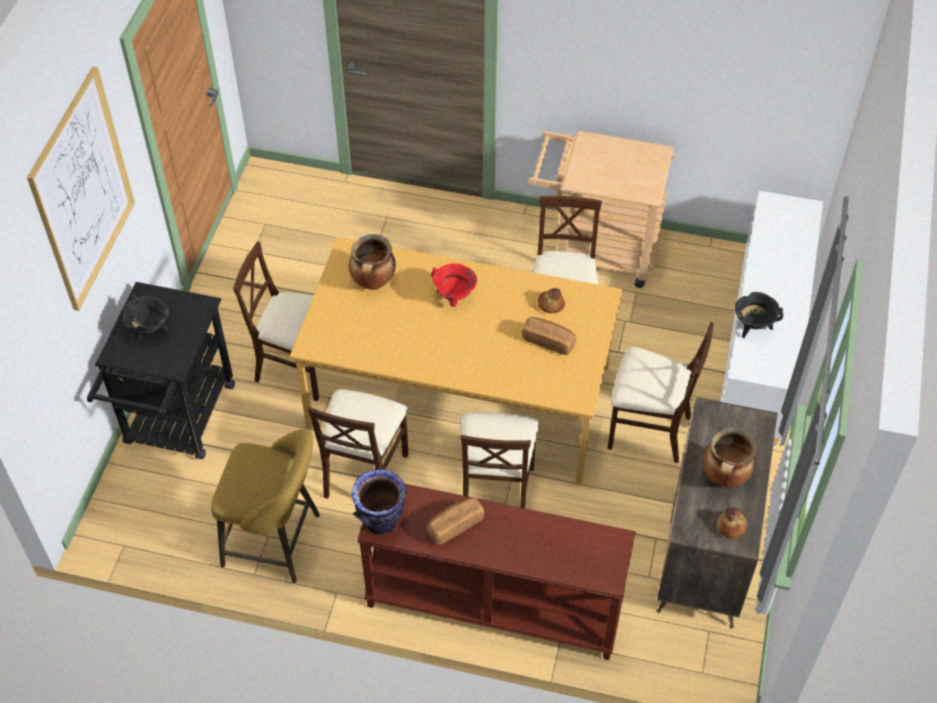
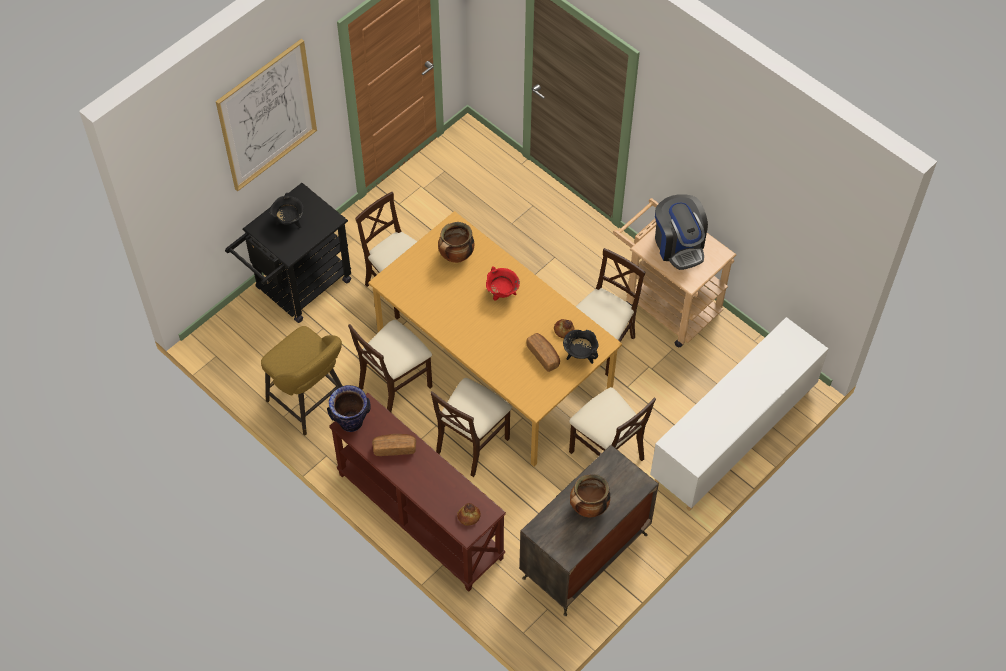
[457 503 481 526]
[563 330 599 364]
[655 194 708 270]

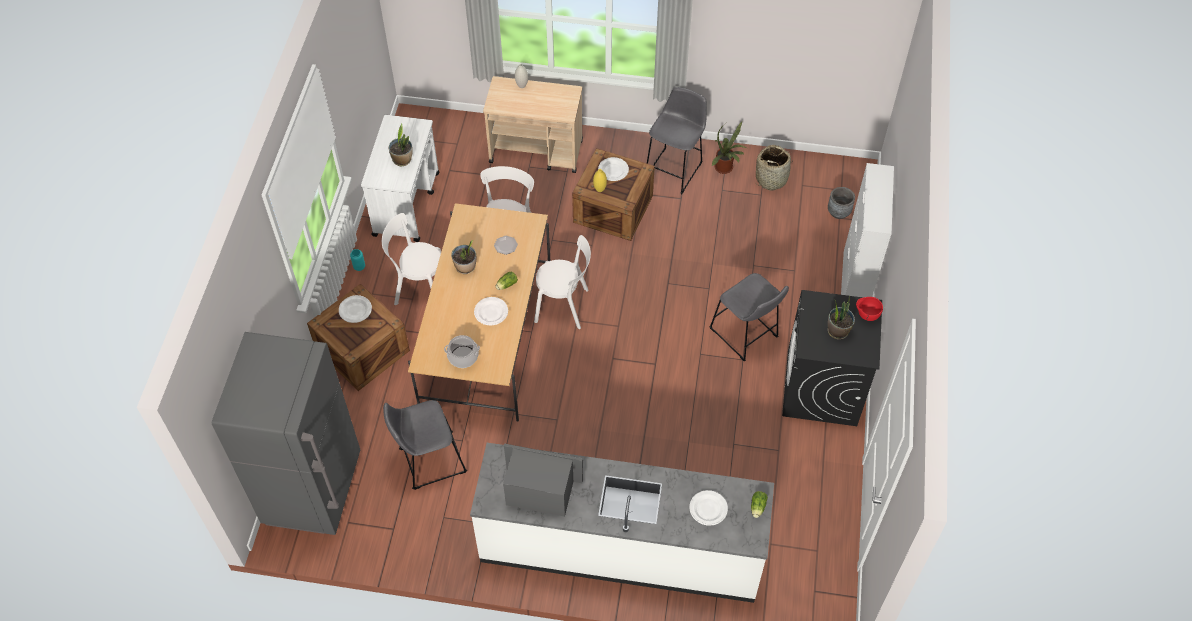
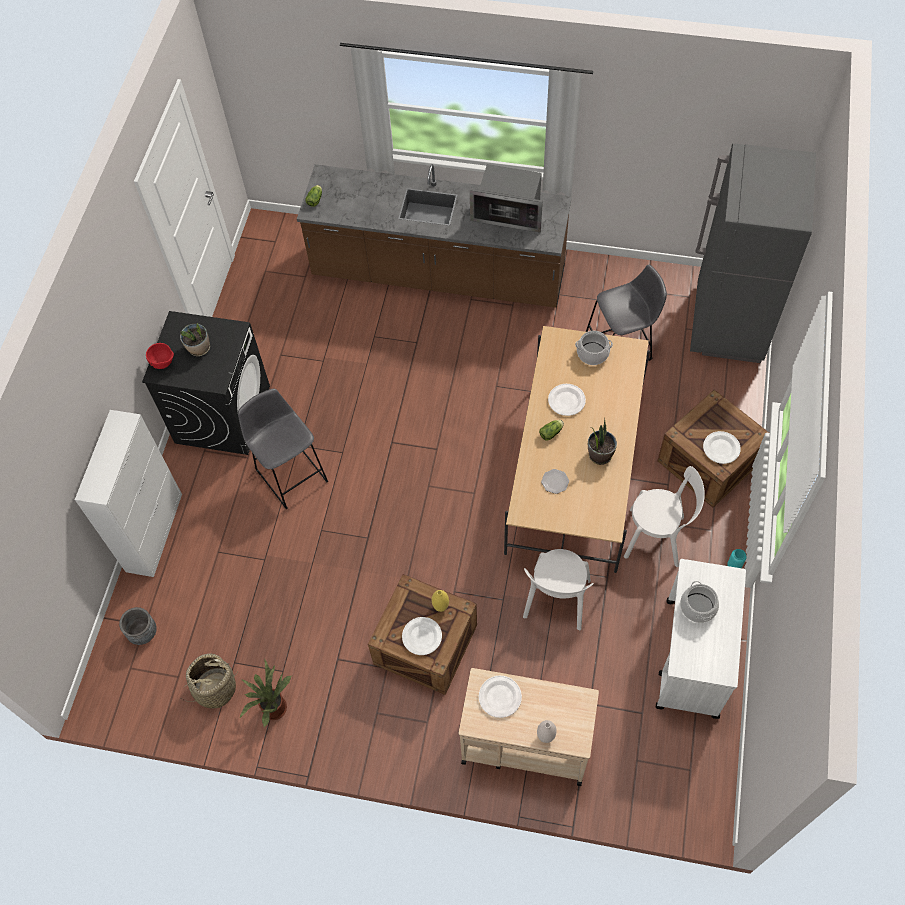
[680 581 719 623]
[297 164 572 308]
[534 235 591 329] (first image)
[647 87 707 194] (first image)
[479 676 522 718]

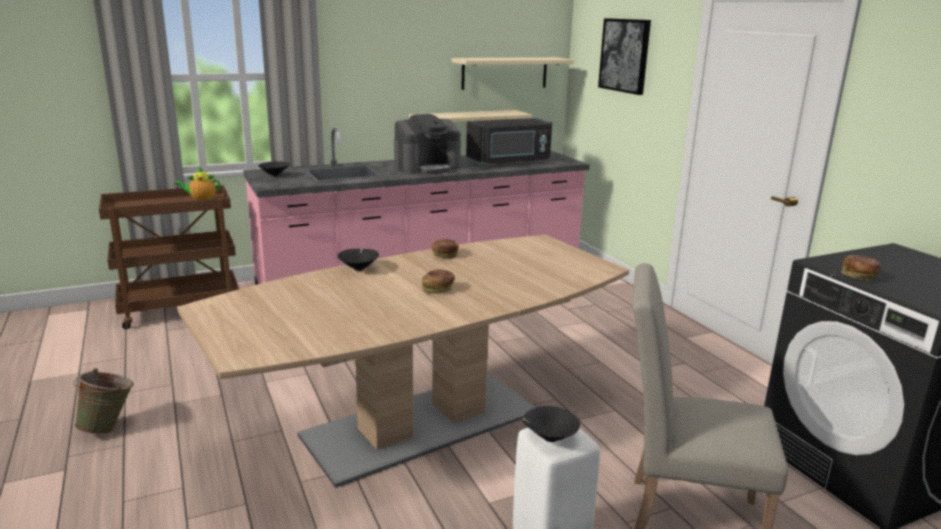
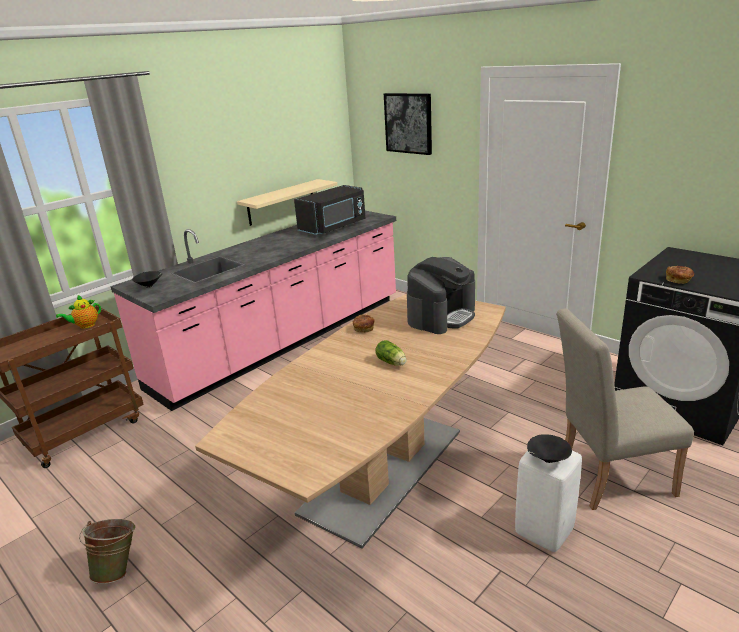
[338 249 379 271] (first image)
[407 257 475 334]
[375 340 406 366]
[451 57 574 90] (first image)

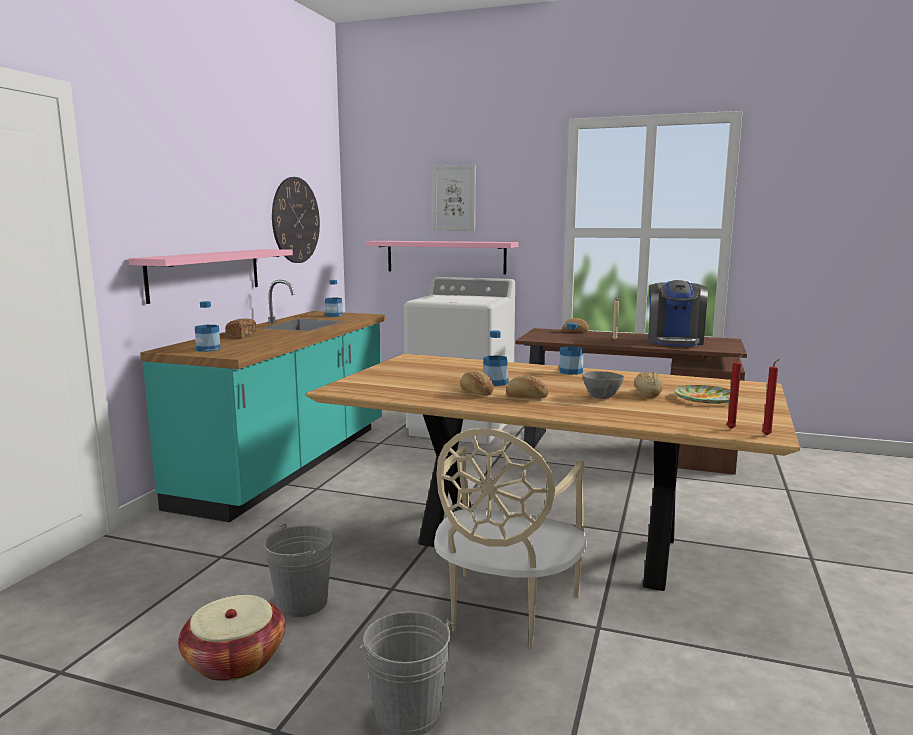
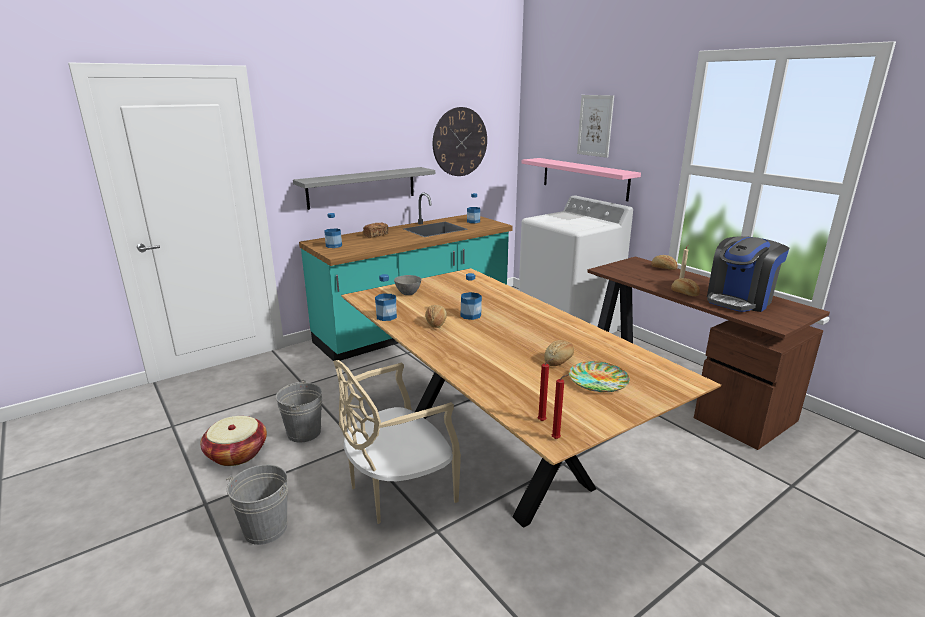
[293 167 435 210]
[671 278 700 296]
[375 274 397 321]
[394 275 422 295]

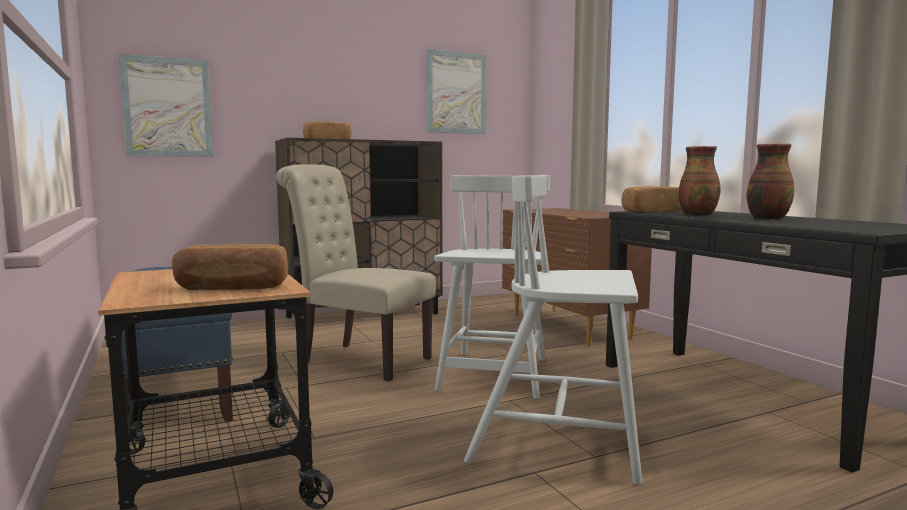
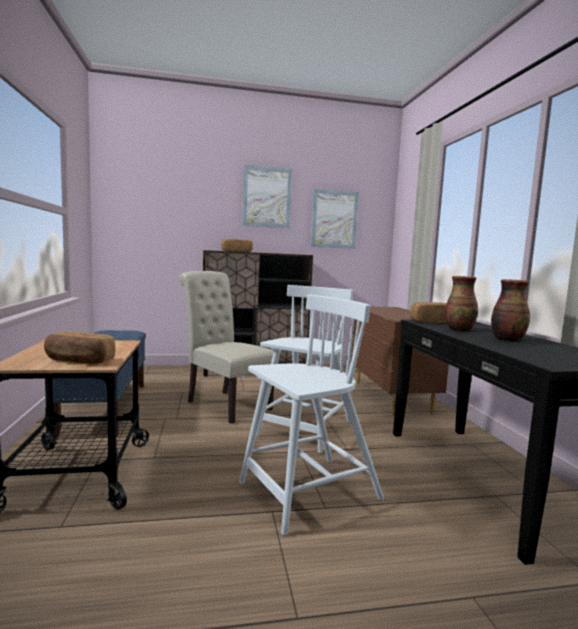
[242 165 292 228]
[239 294 384 536]

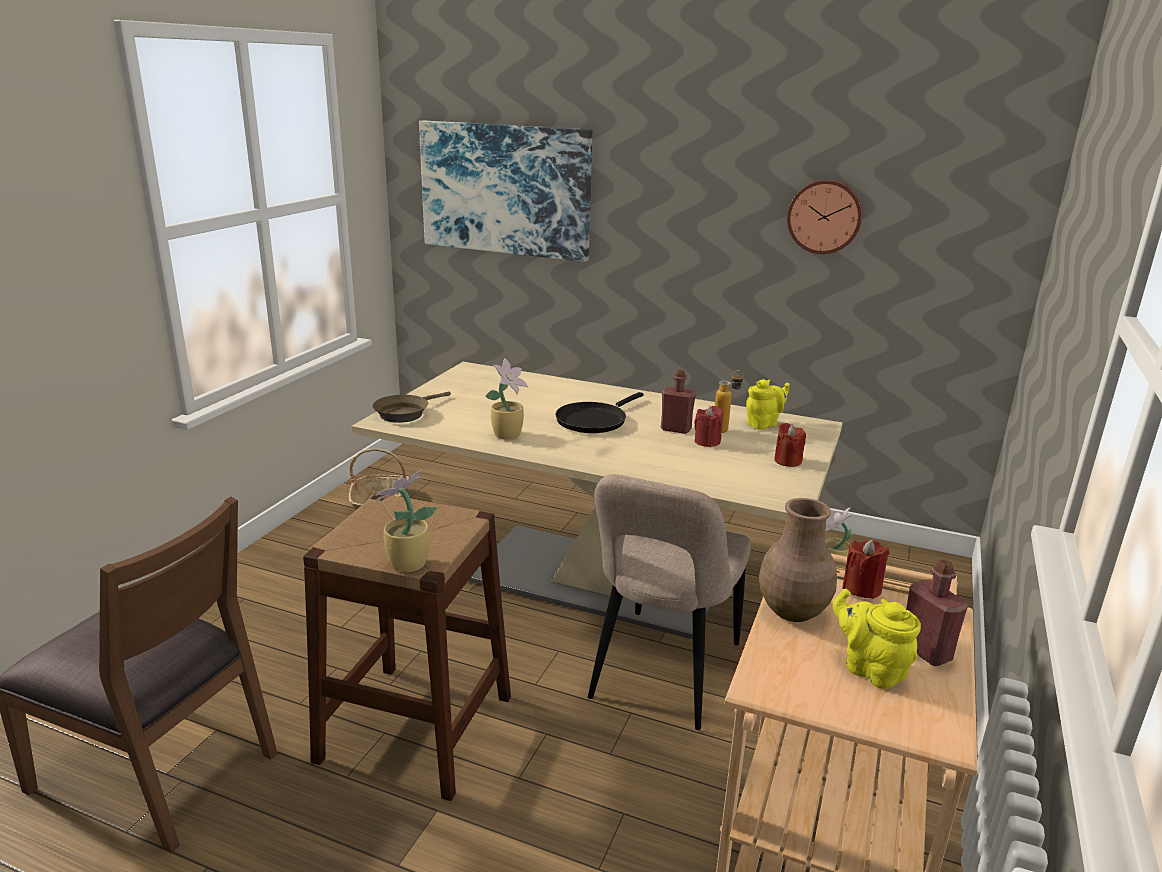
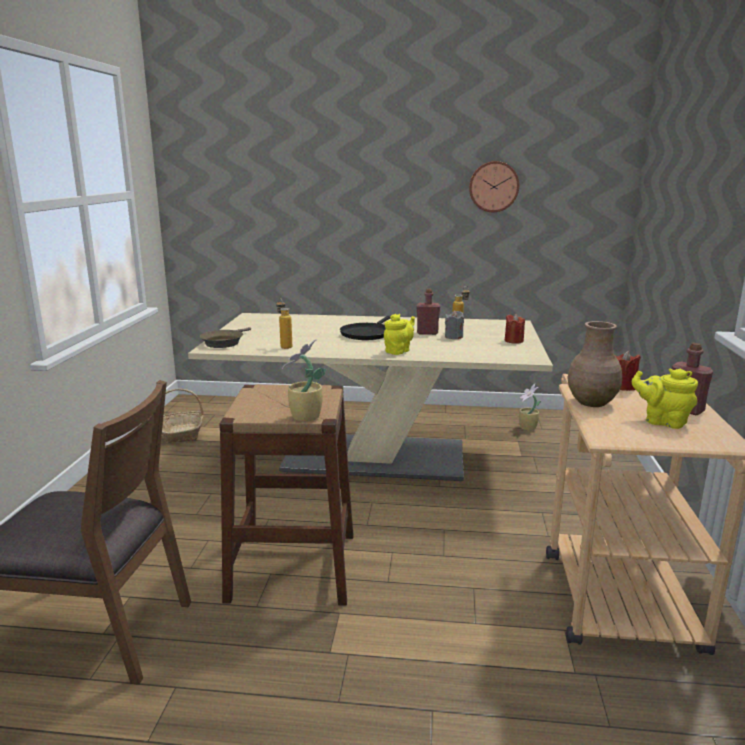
[419 120 592 262] (first image)
[485 358 528 440] (first image)
[588 474 751 730] (first image)
[445 310 464 339]
[384 314 415 355]
[276 298 292 349]

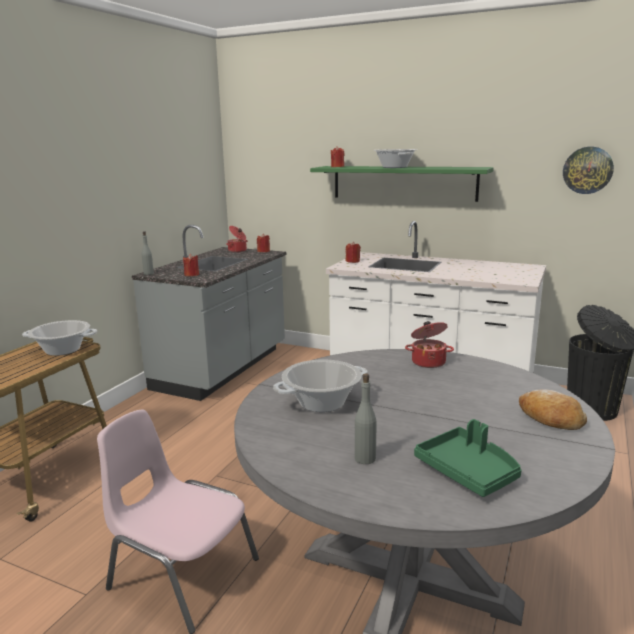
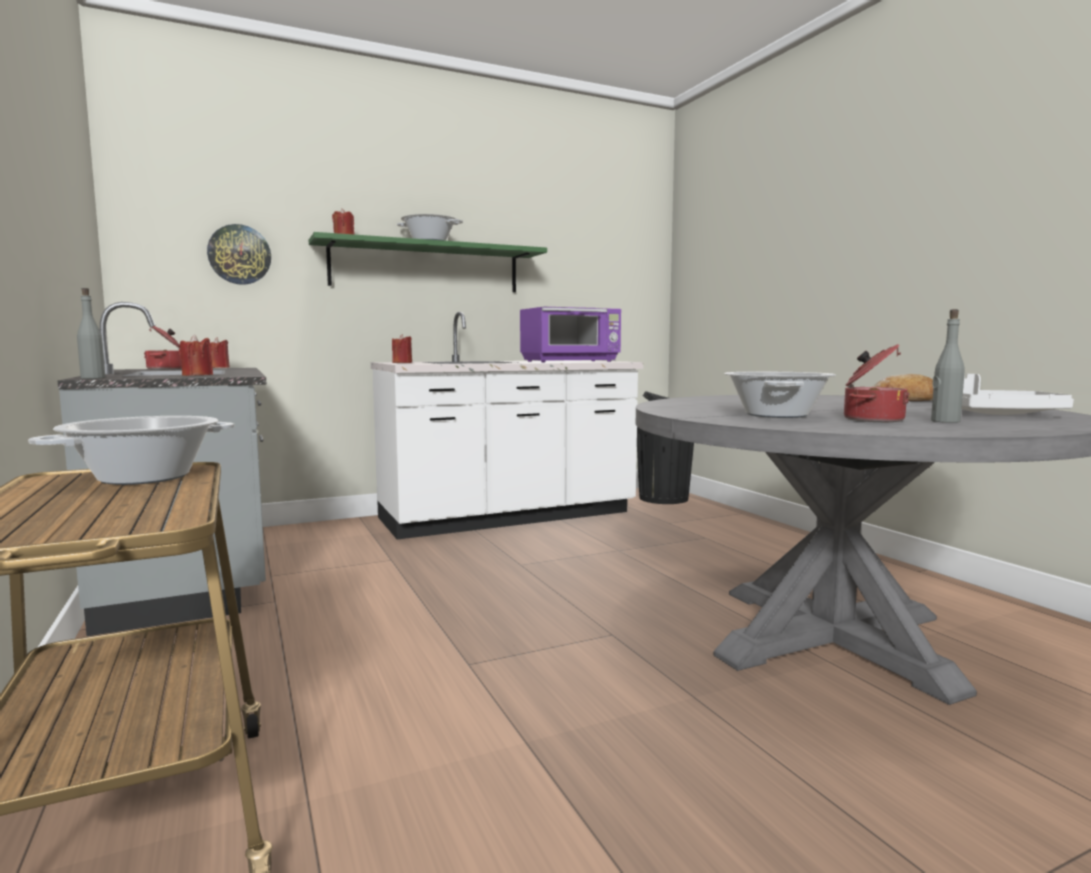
[97 409 259 634] (first image)
[844 344 910 422]
[962 374 1074 415]
[207 224 271 285]
[520 307 621 363]

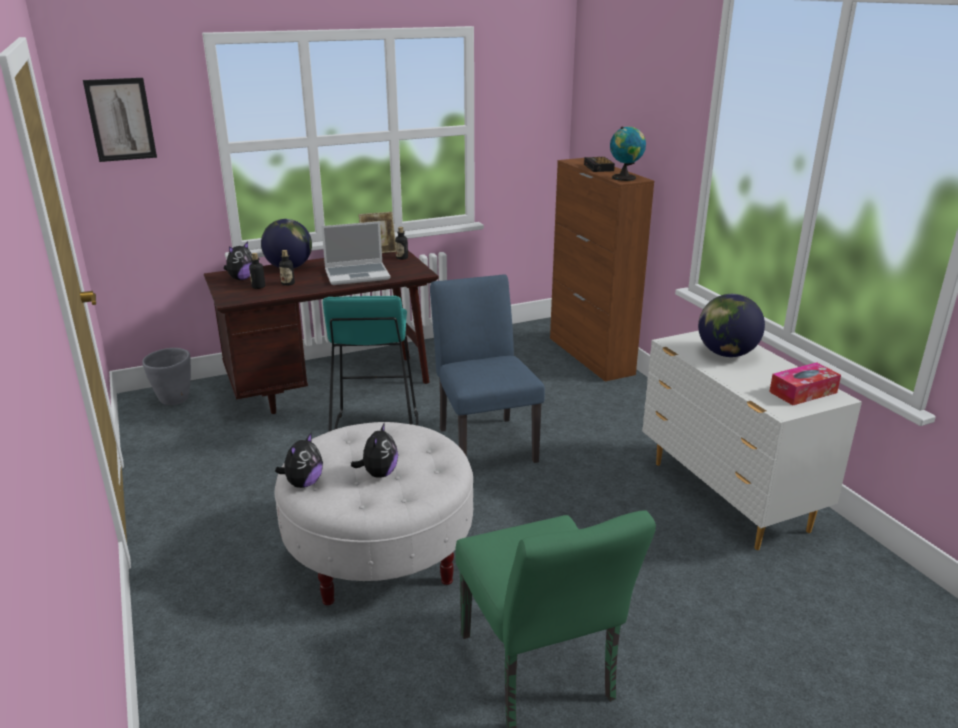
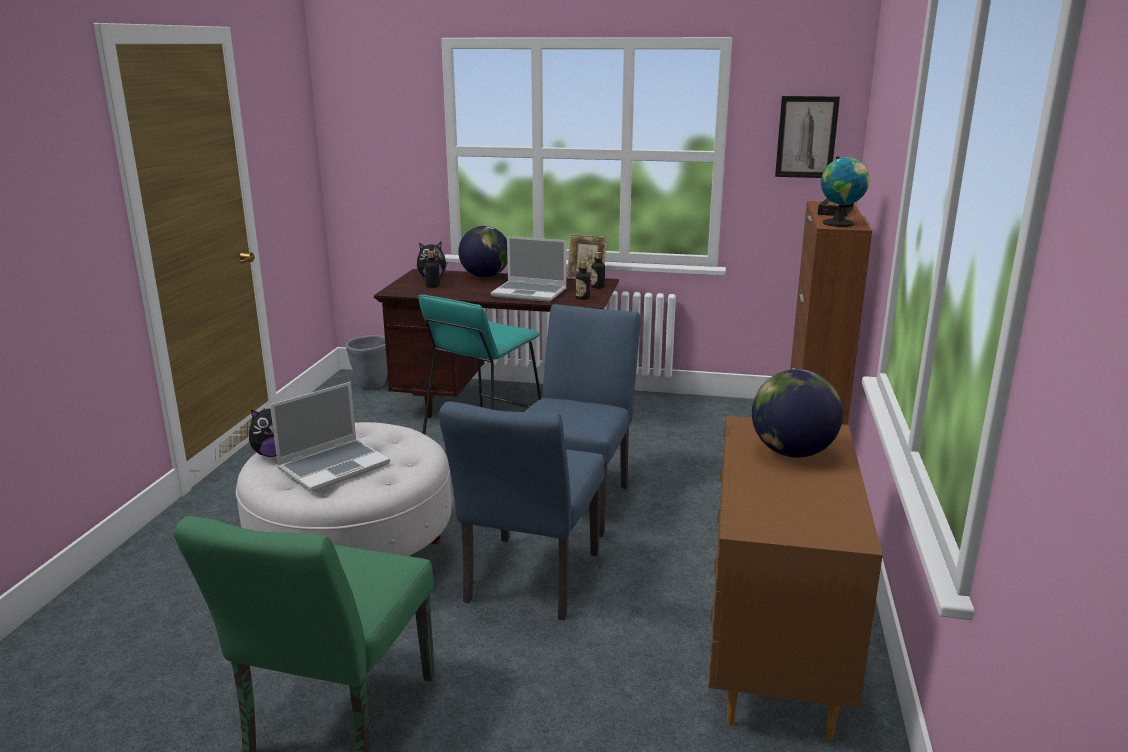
[775 96 840 178]
[576 261 590 300]
[270 382 390 492]
[709 416 883 740]
[769 362 841 405] (first image)
[439 402 605 620]

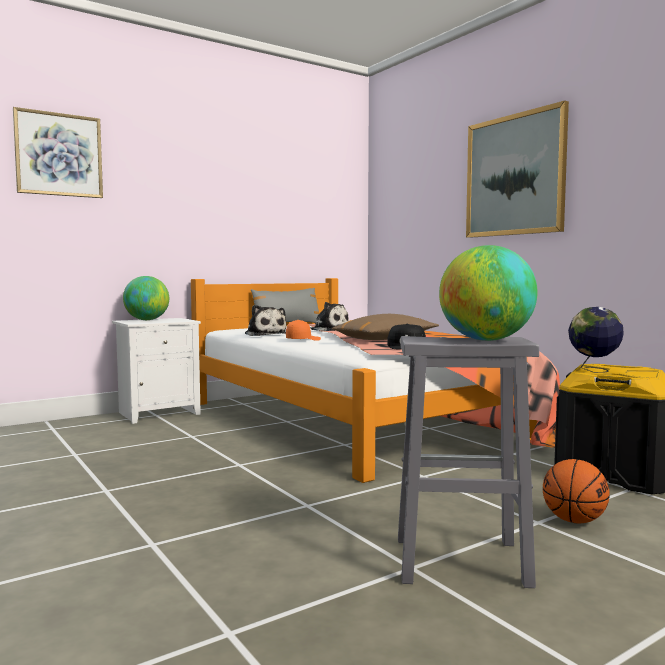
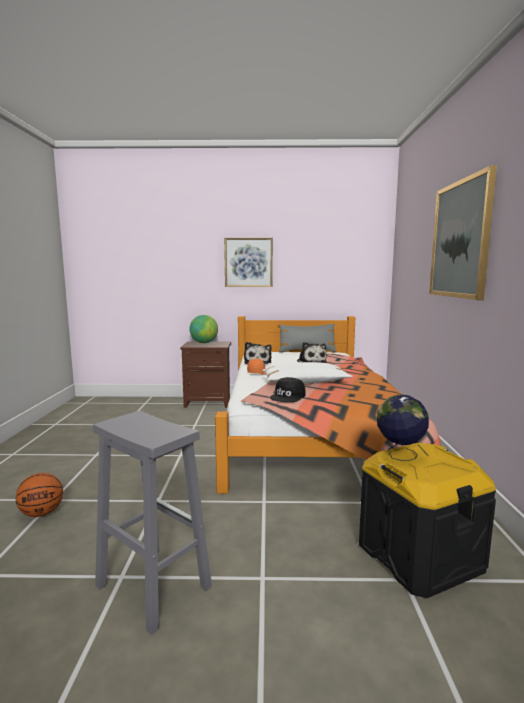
[224 238 273 287]
[180 341 231 408]
[262 362 353 383]
[439 245 538 341] (first image)
[15 473 63 517]

